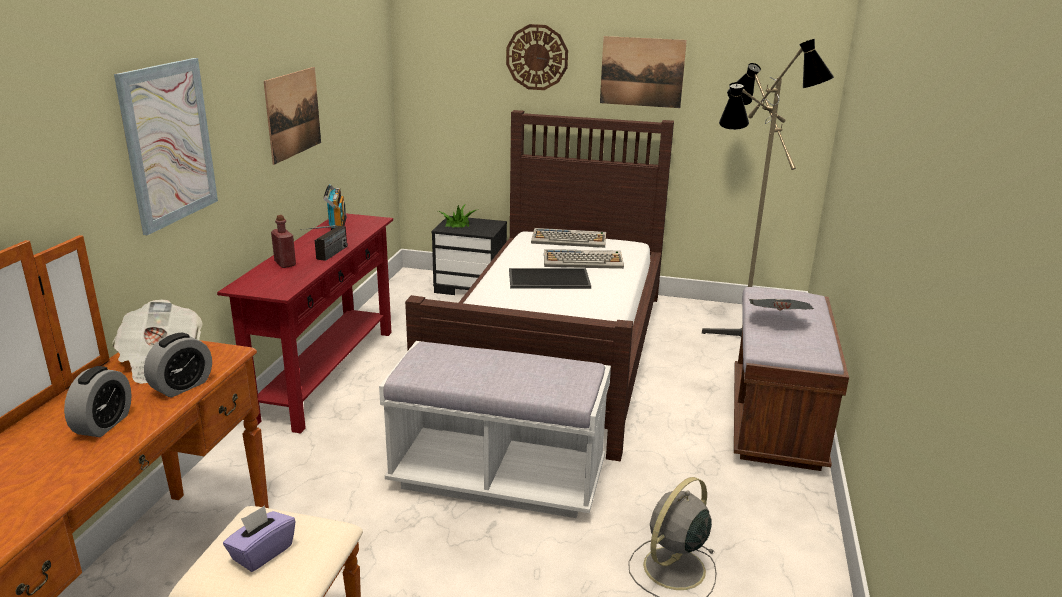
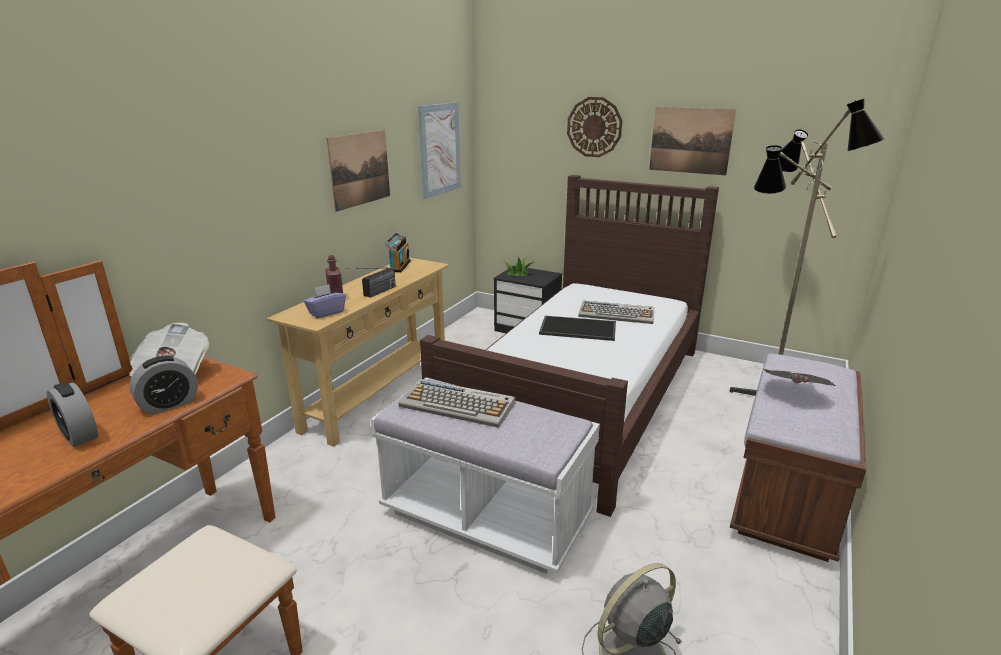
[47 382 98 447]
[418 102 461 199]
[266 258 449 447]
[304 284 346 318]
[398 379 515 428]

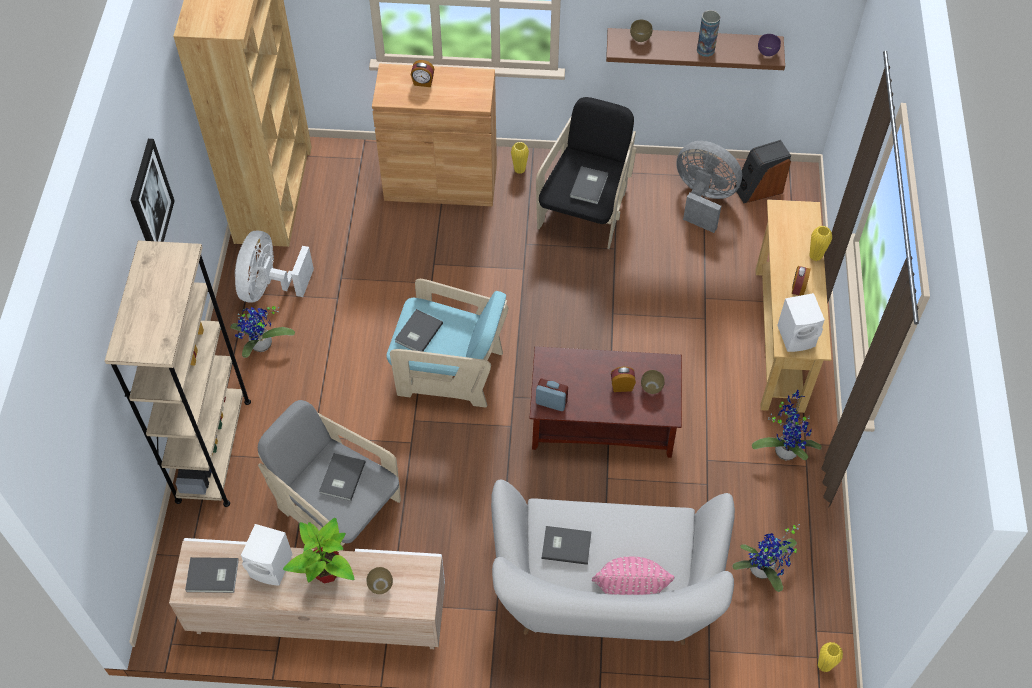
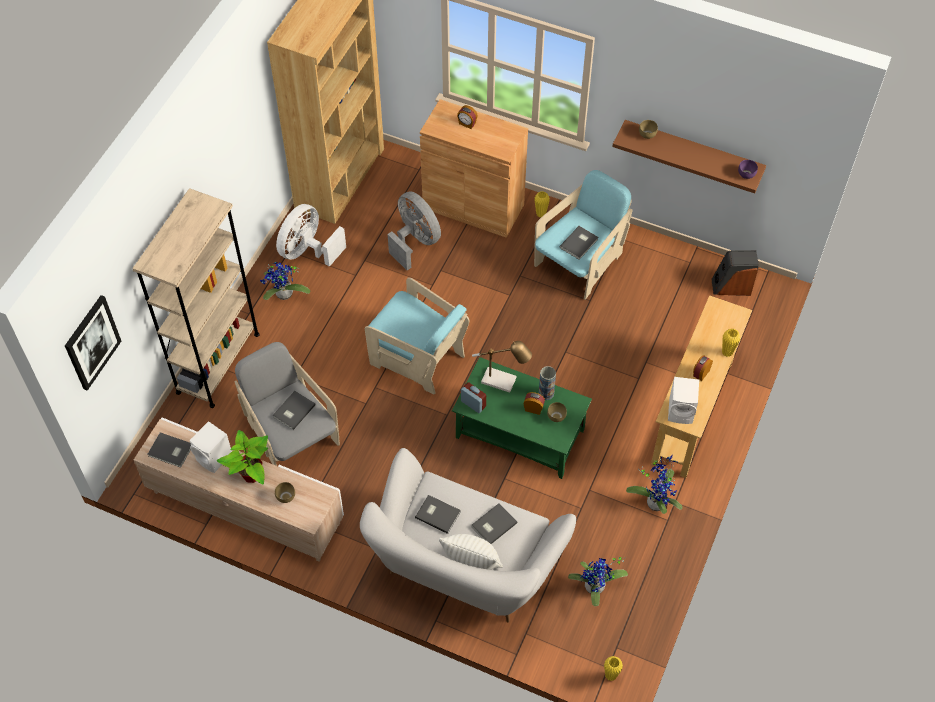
[65 295 121 391]
[471 503 518 544]
[452 357 592 479]
[534 170 633 300]
[439 534 503 570]
[388 191 441 270]
[538 366 556 400]
[472 341 532 393]

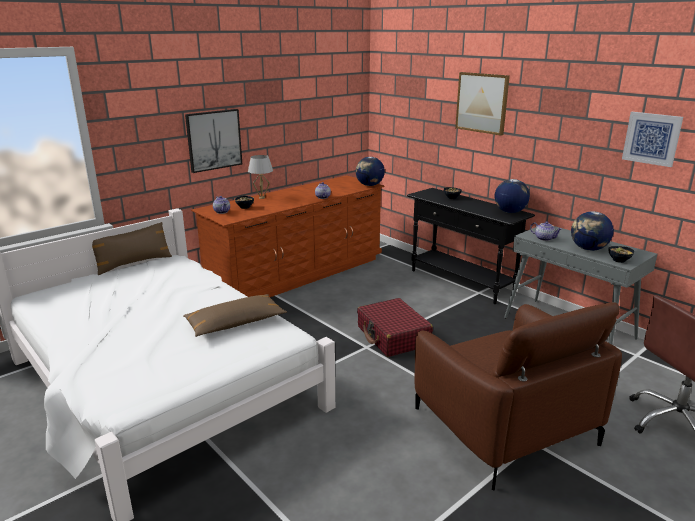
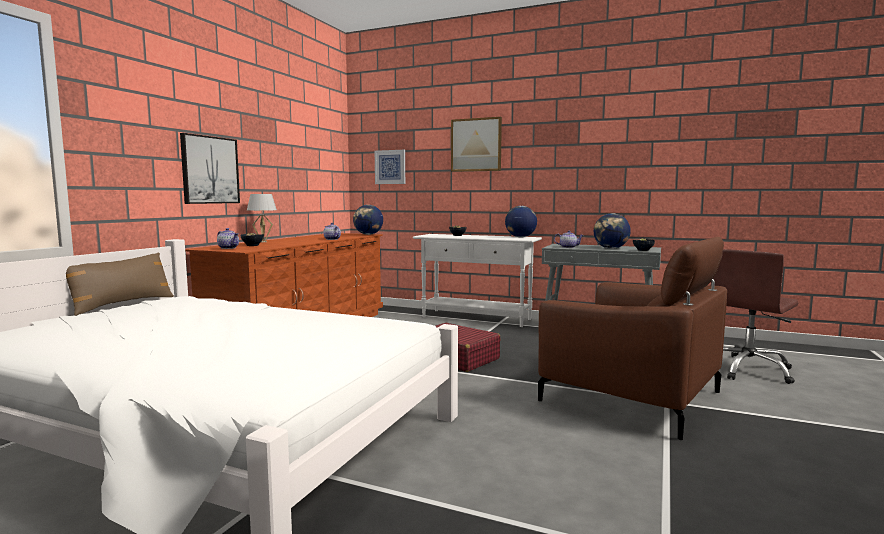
[183 294 287 337] (first image)
[413 234 542 327]
[375 150 405 184]

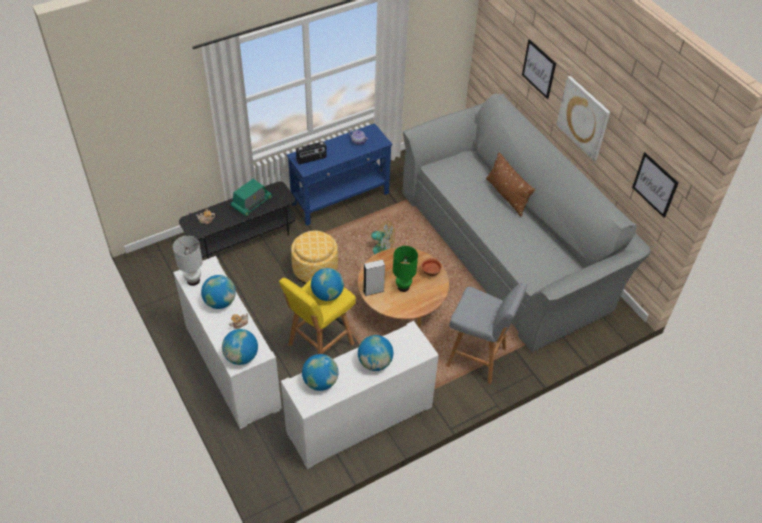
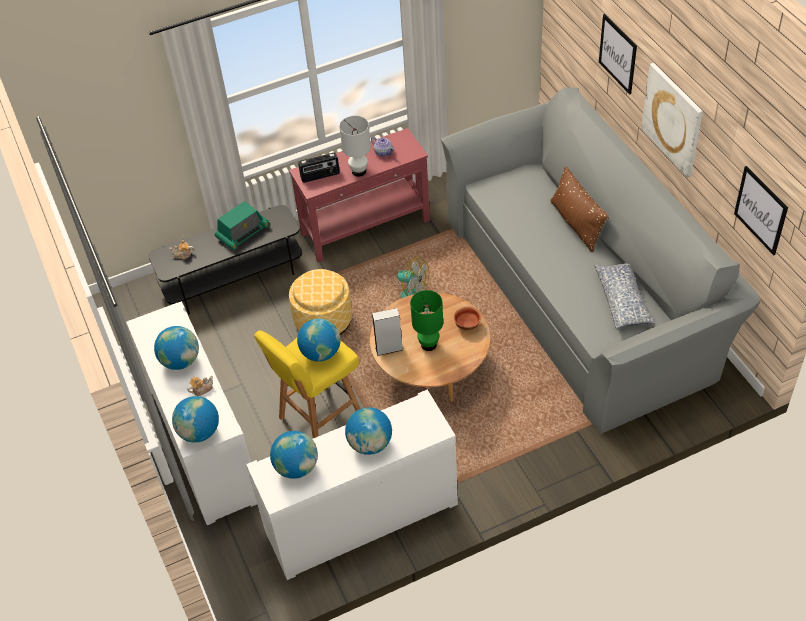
[339 116 371 177]
[289 128 430 262]
[446 282 527 384] (first image)
[595 263 656 330]

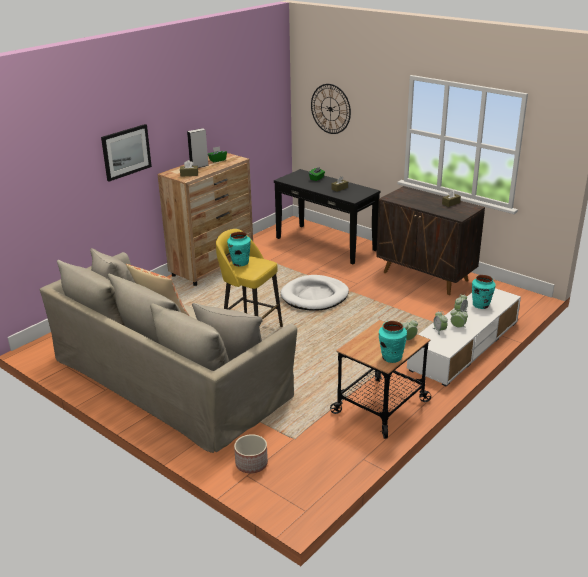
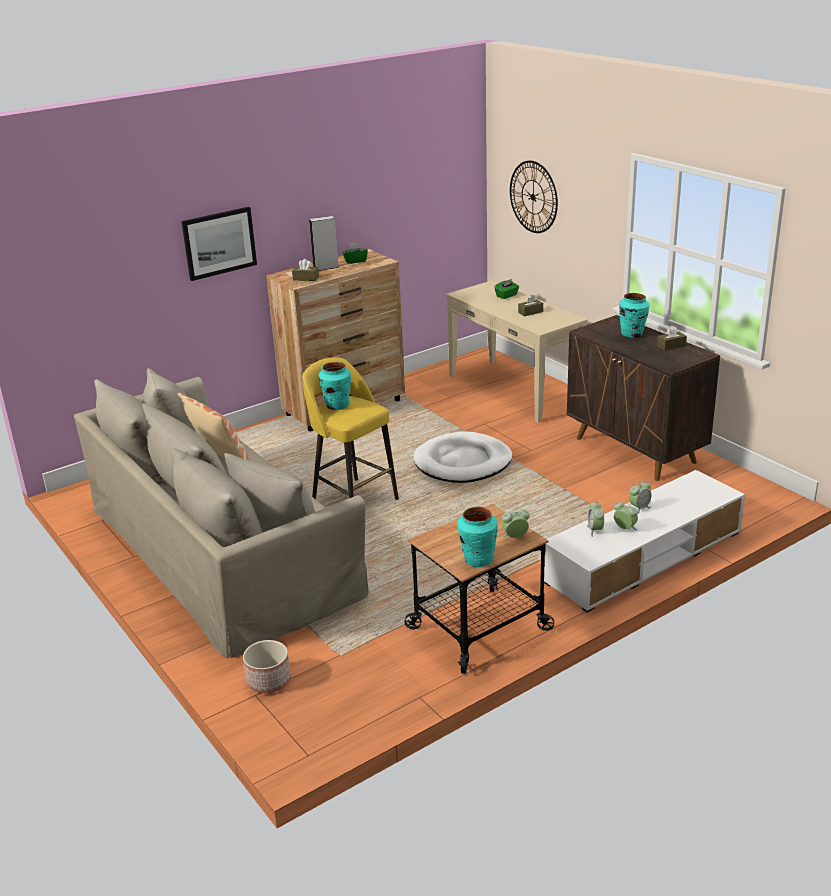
[446 281 588 423]
[619 293 650 338]

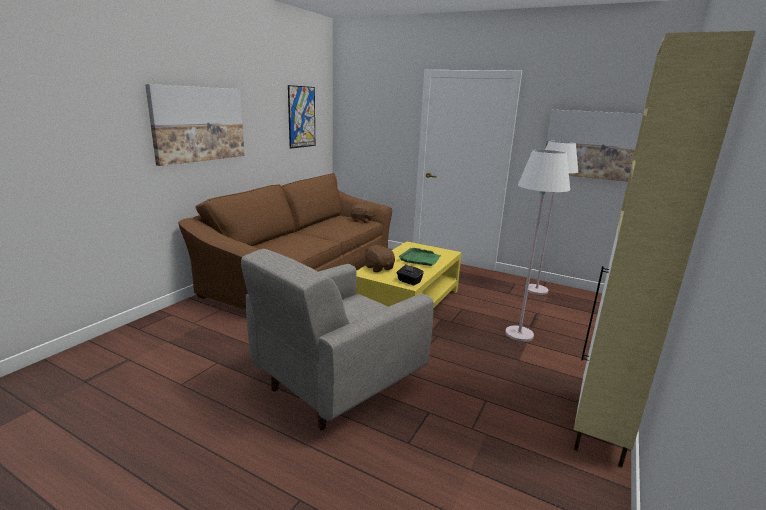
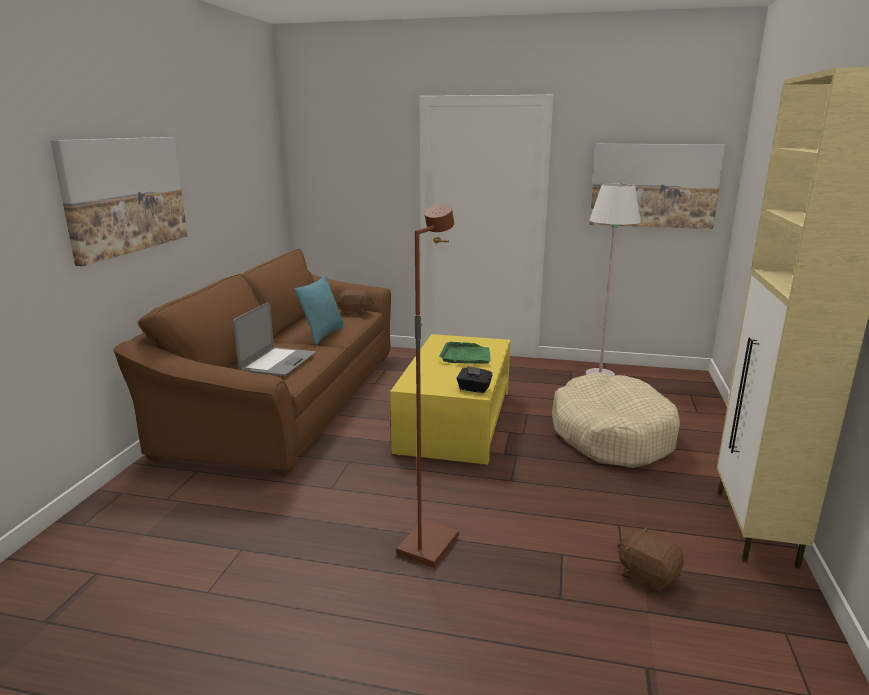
[396 204 459 567]
[288 85 315 149] (first image)
[617 527 684 592]
[552 373 680 468]
[233 302 316 376]
[294 275 345 345]

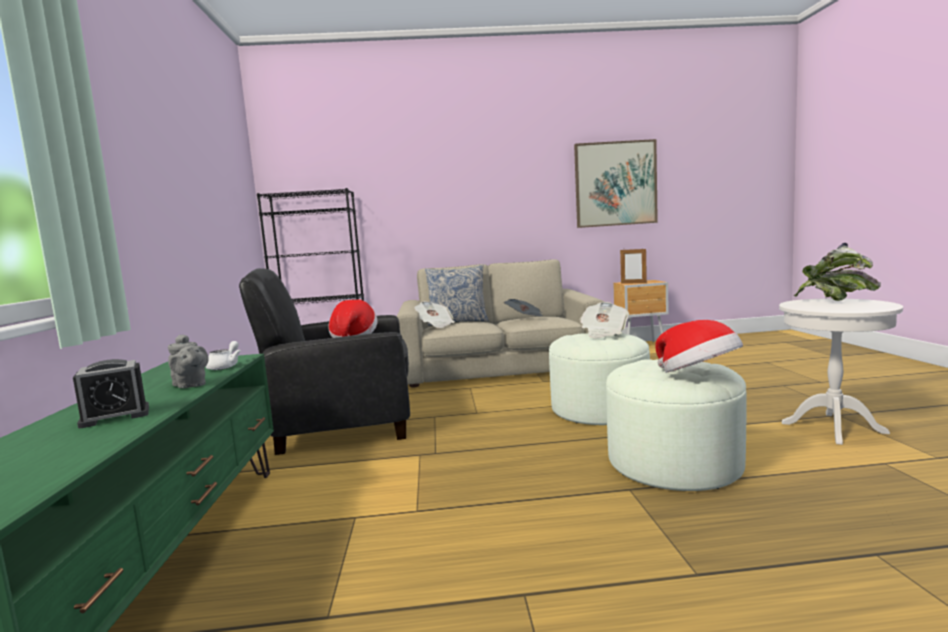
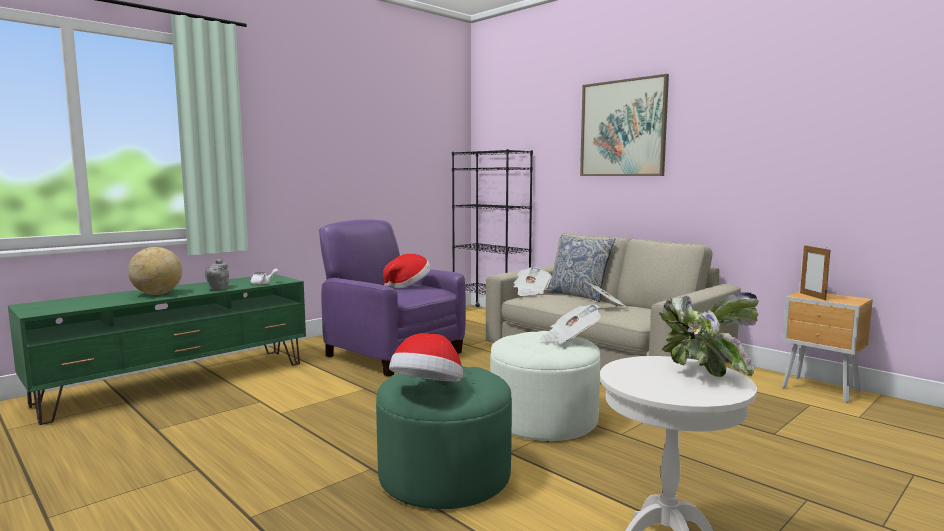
[128 247 182 295]
[319 219 466 377]
[580 74 669 176]
[376 366 512 509]

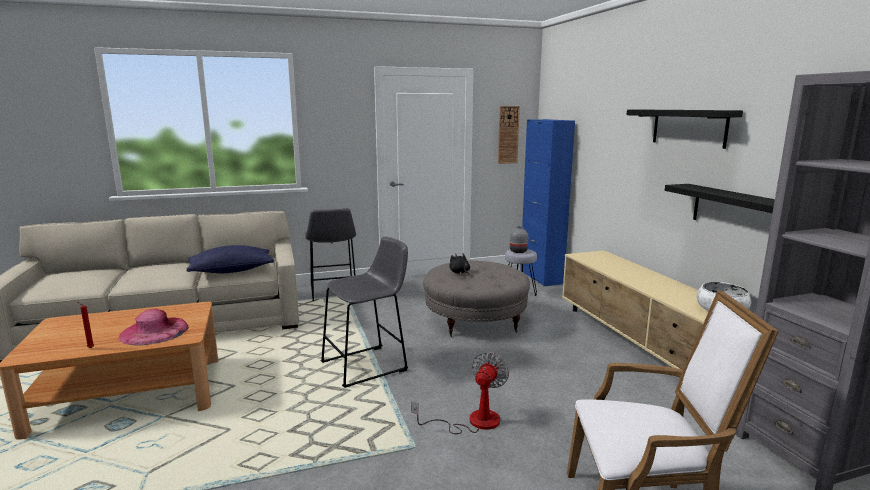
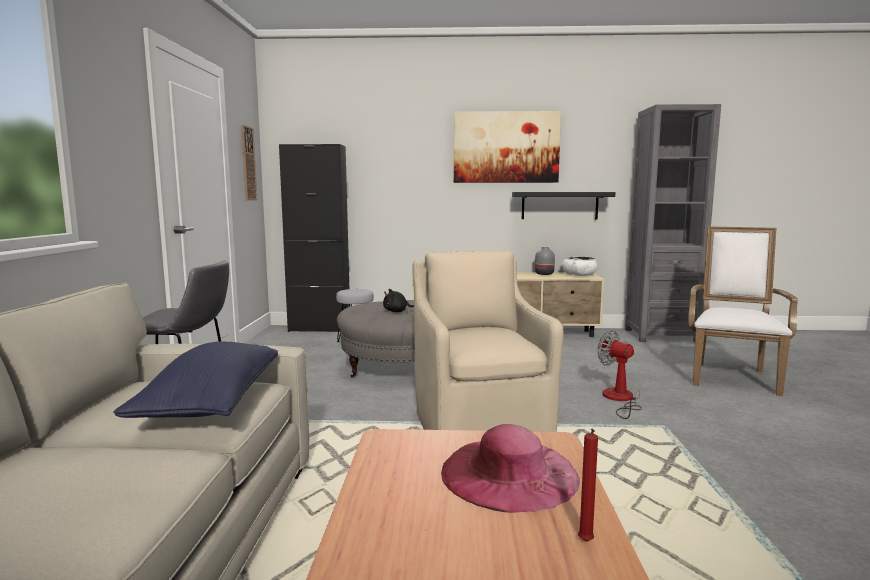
[413 251 564 432]
[535 247 555 275]
[279 144 350 332]
[454 111 561 183]

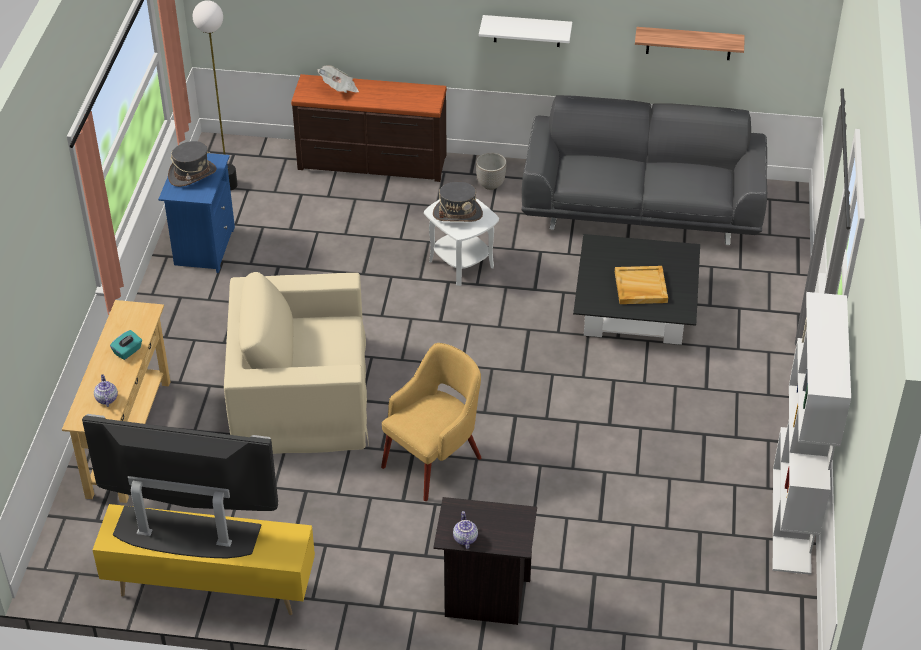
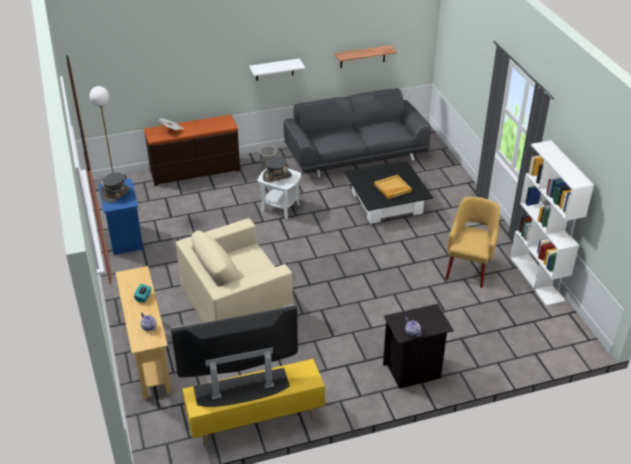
[446 197 500 288]

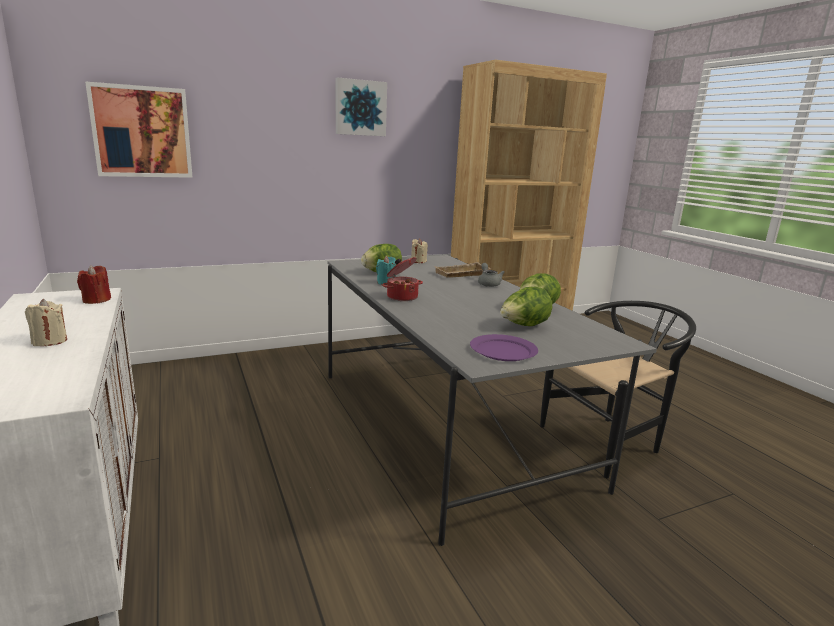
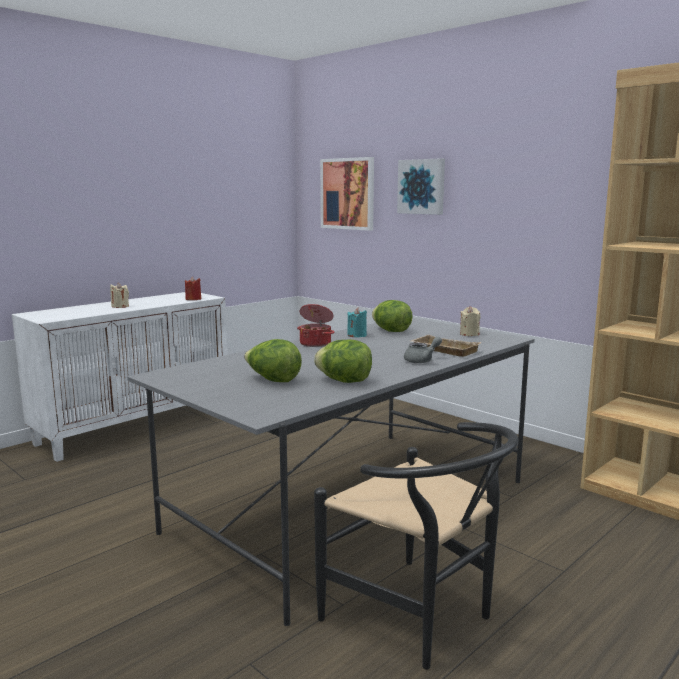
[397 158 445 215]
[470 334 538 361] (first image)

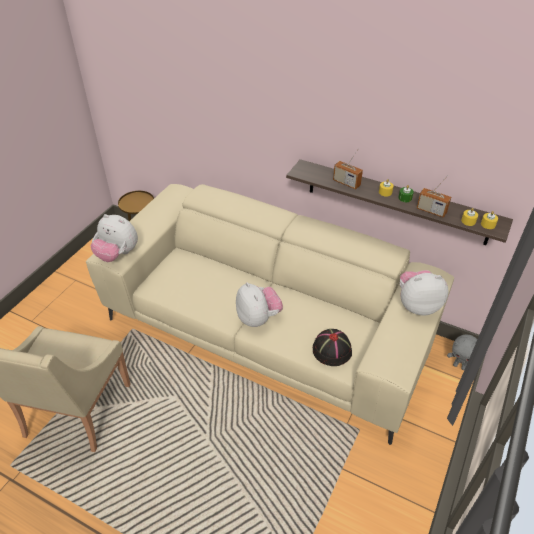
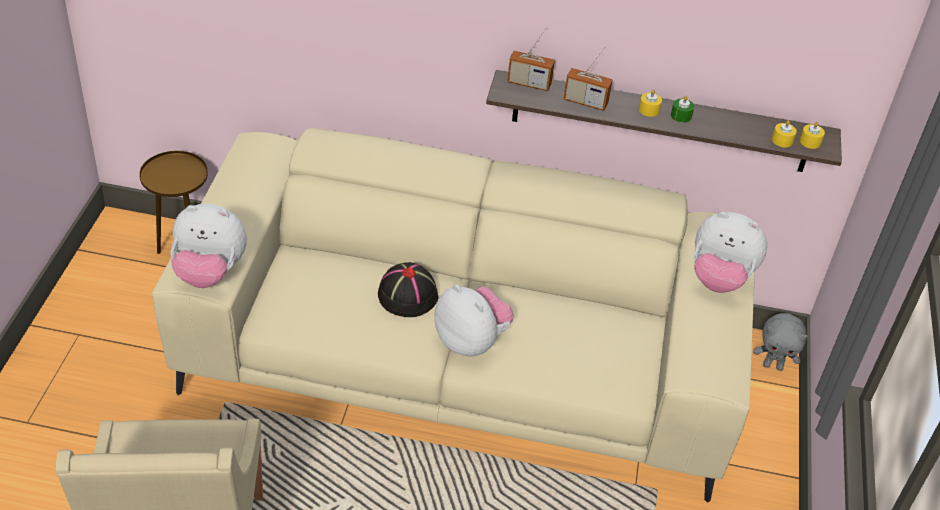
[378 262 439 317]
[693 212 767 293]
[507 28 555 91]

